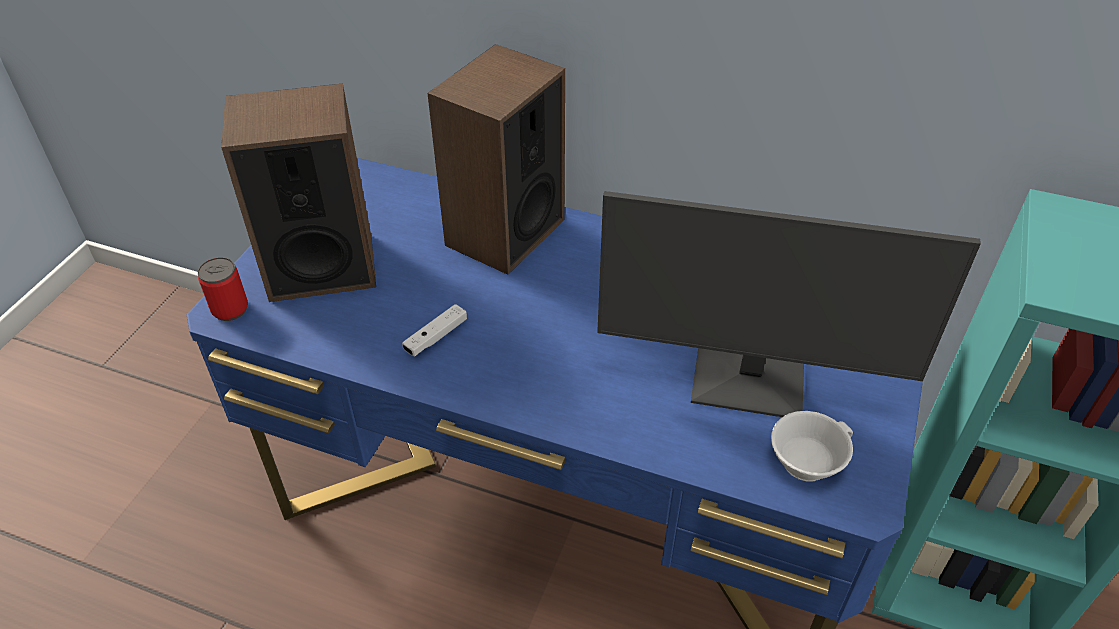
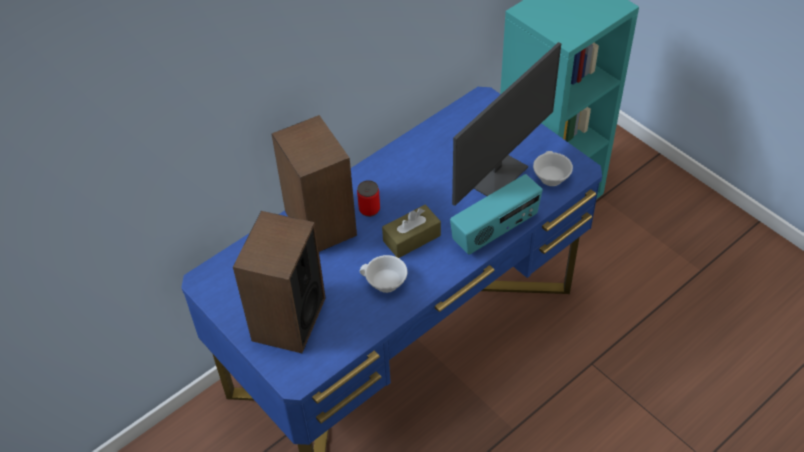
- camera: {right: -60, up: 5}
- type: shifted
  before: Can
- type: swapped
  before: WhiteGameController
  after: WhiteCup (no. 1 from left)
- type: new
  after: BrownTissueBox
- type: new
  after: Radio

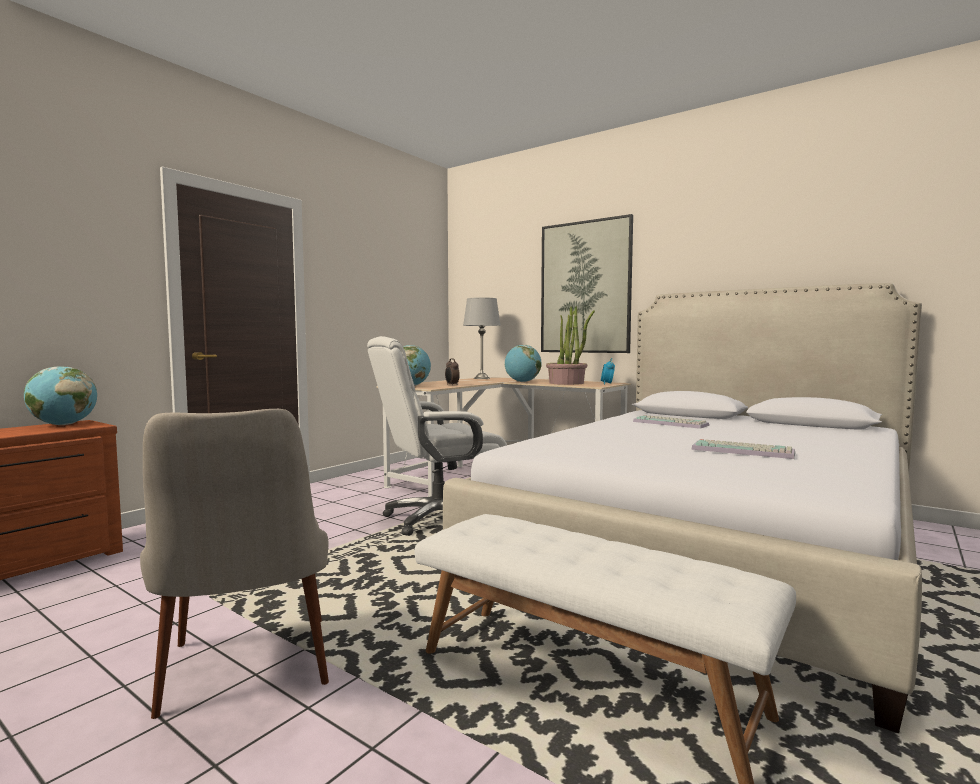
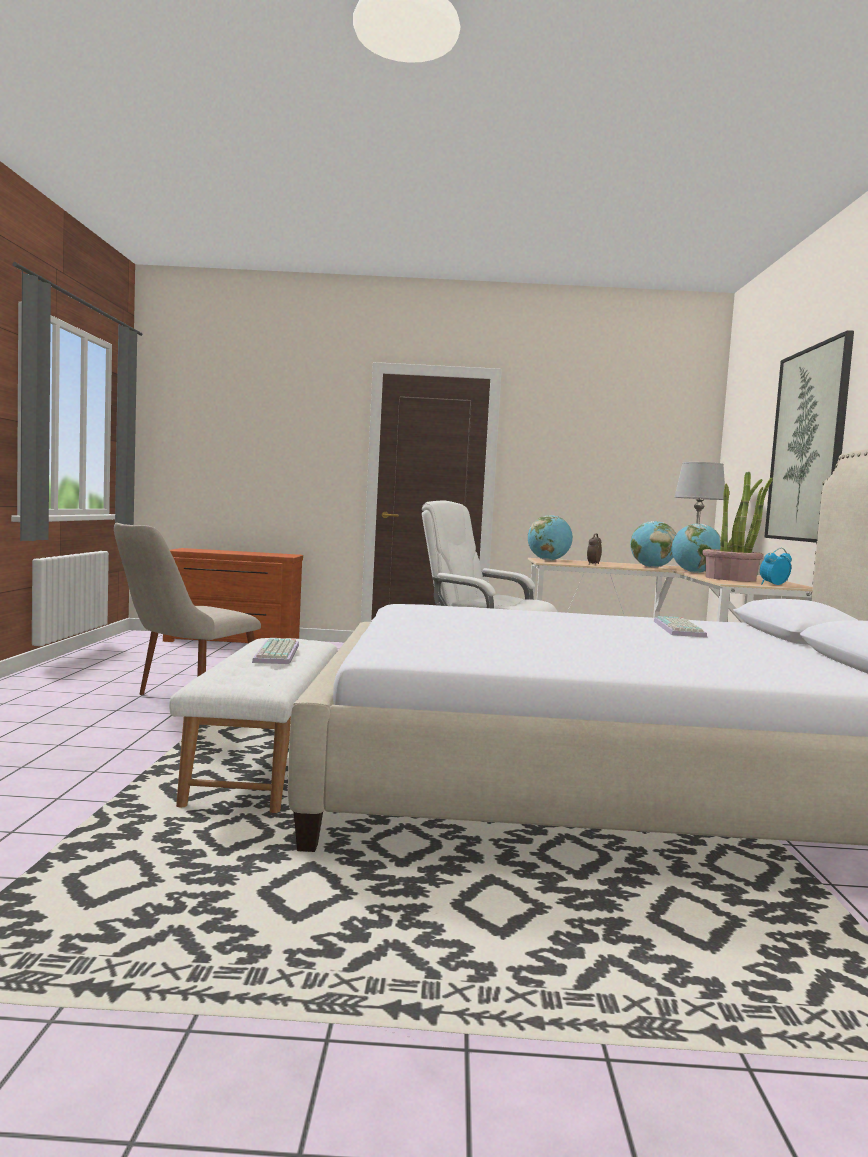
- camera: {right: 55, up: 0}
- type: shifted
  before: Keyboard (no. 2 from left in the first image)
  after: Keyboard (no. 1 from left)
- type: shifted
  before: Globe (no. 1 from left in the first image)
  after: Globe (no. 2 from left)

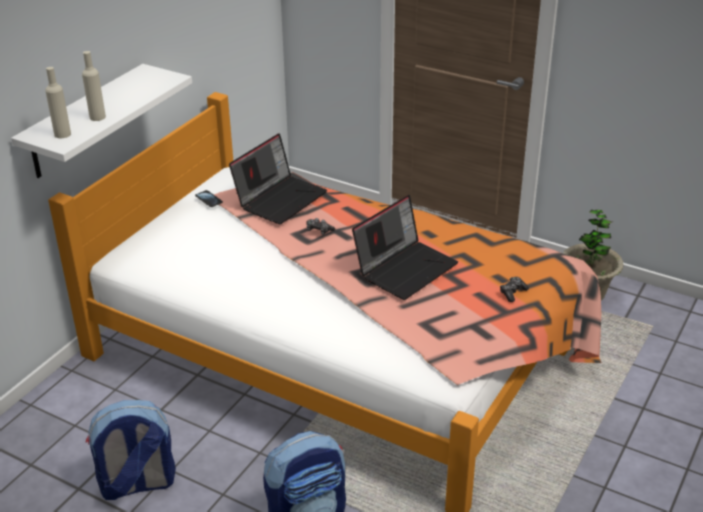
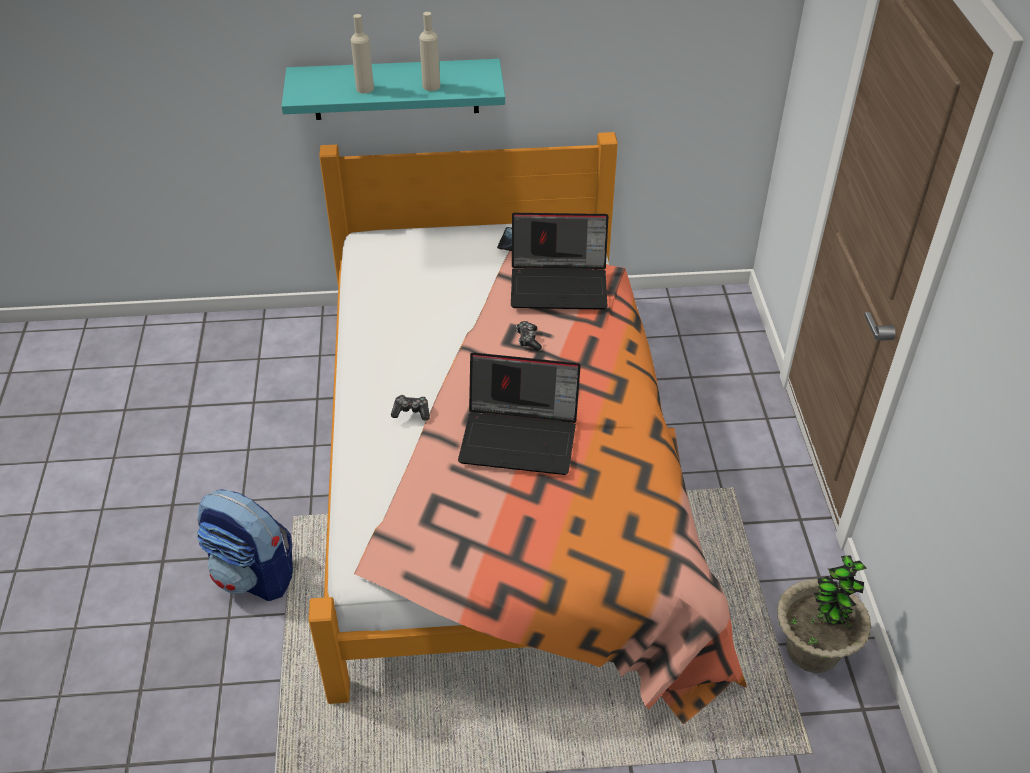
- camera: {right: 55, up: 10}
- type: repainted
  before: WhiteShelf
  after: TurquoiseShelf
- type: shifted
  before: GameController (no. 2 from left in the first image)
  after: GameController (no. 1 from left)
- type: shifted
  before: BeigeBottle (no. 1 from left in the first image)
  after: BeigeBottle (no. 2 from left)
- type: gone
  before: Backpack (no. 1 from left)

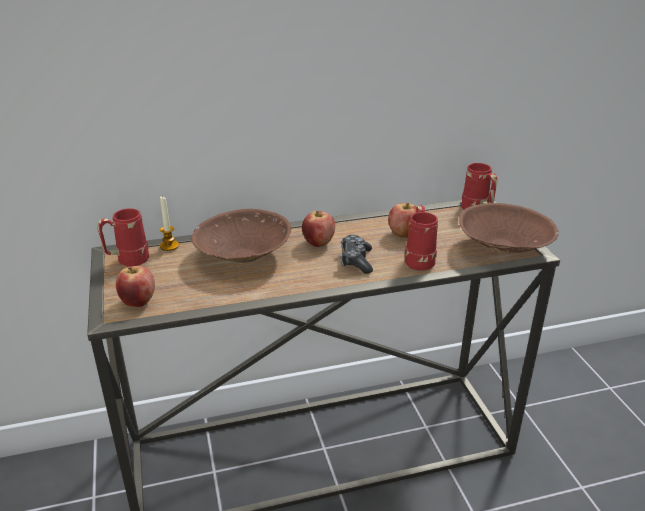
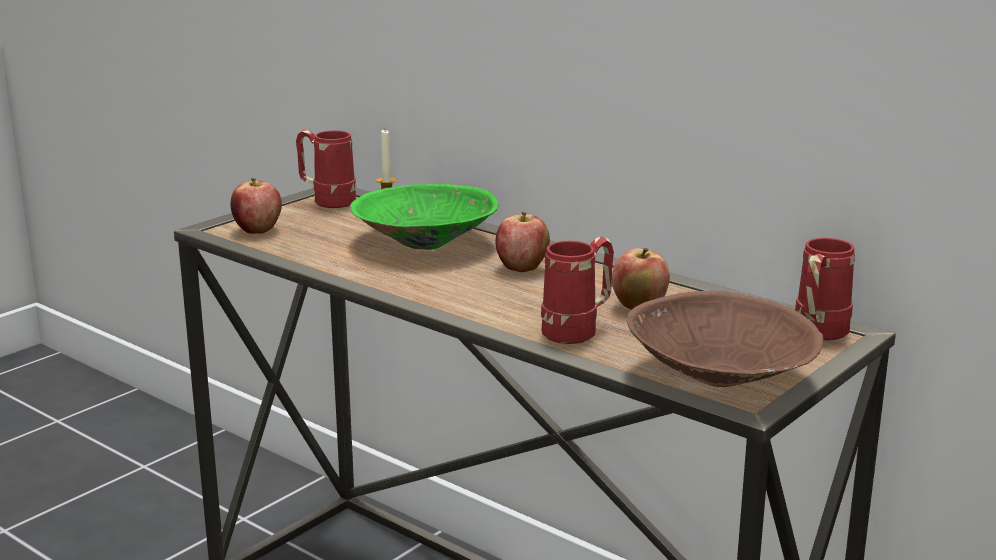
- camera: {right: 55, up: -10}
- type: repainted
  before: BrownBowl (no. 1 from left)
  after: GreenBowl
- type: gone
  before: GameController

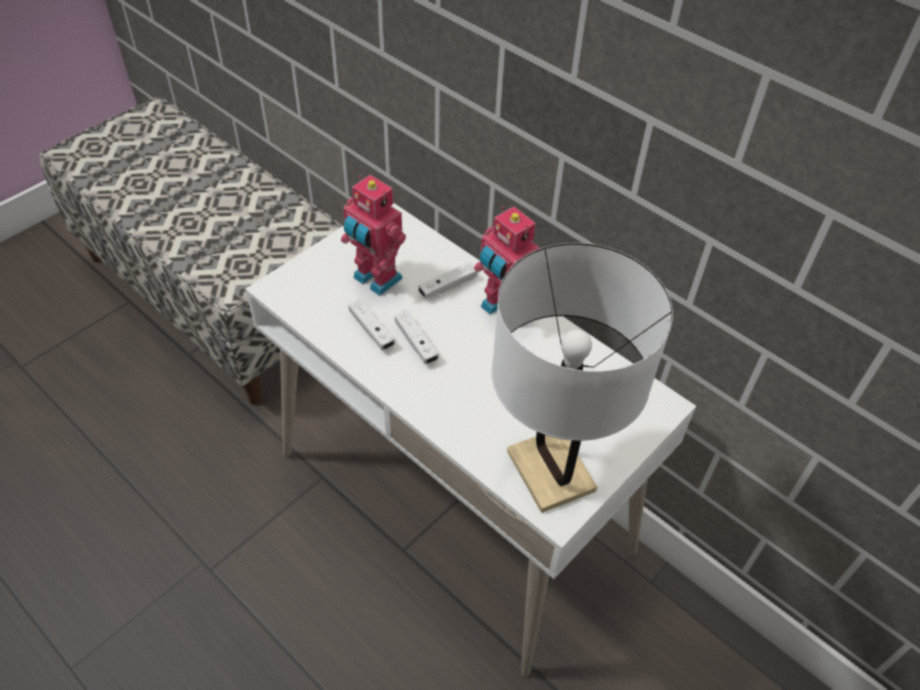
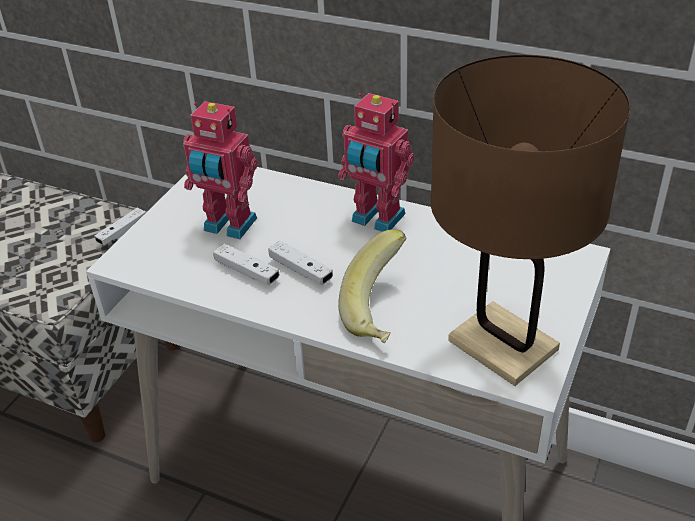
- camera: {right: -15, up: -10}
- type: shifted
  before: WhiteGameController (no. 3 from left in the first image)
  after: WhiteGameController (no. 1 from left)
- type: new
  after: Banana
- type: repainted
  before: WhiteTableLamp
  after: BrownTableLamp

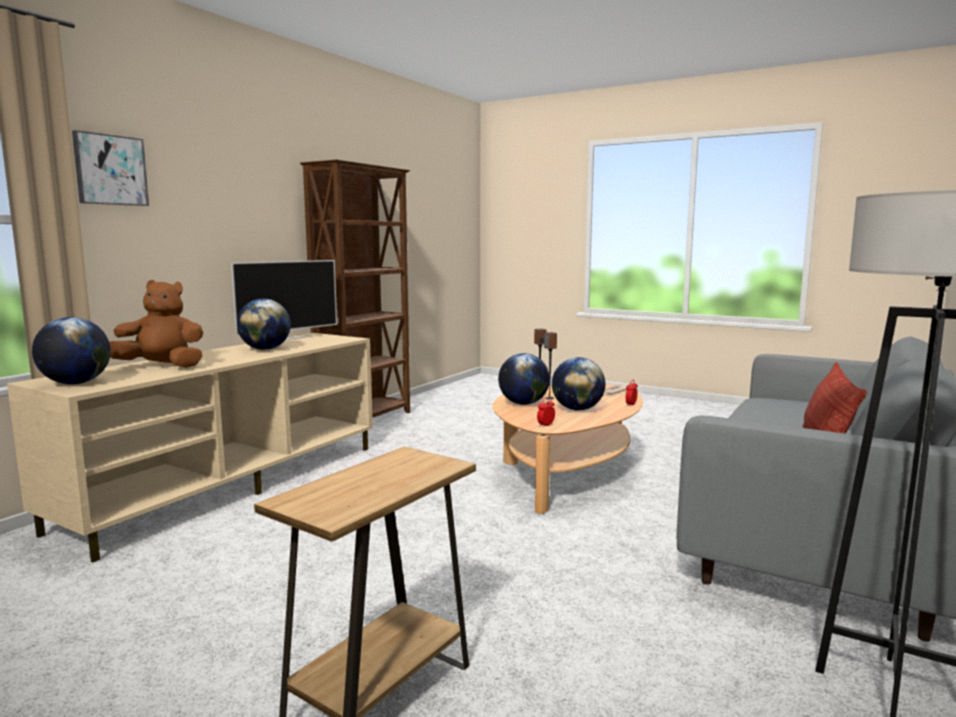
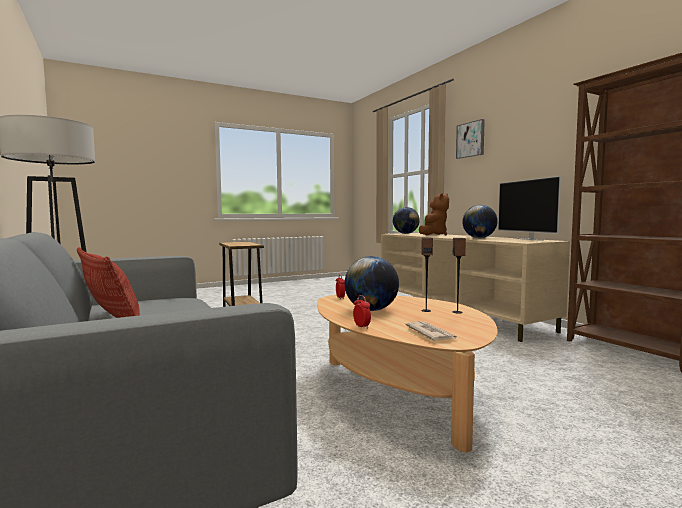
- camera: {right: 120, up: -5}
- type: gone
  before: Globe (no. 3 from left)

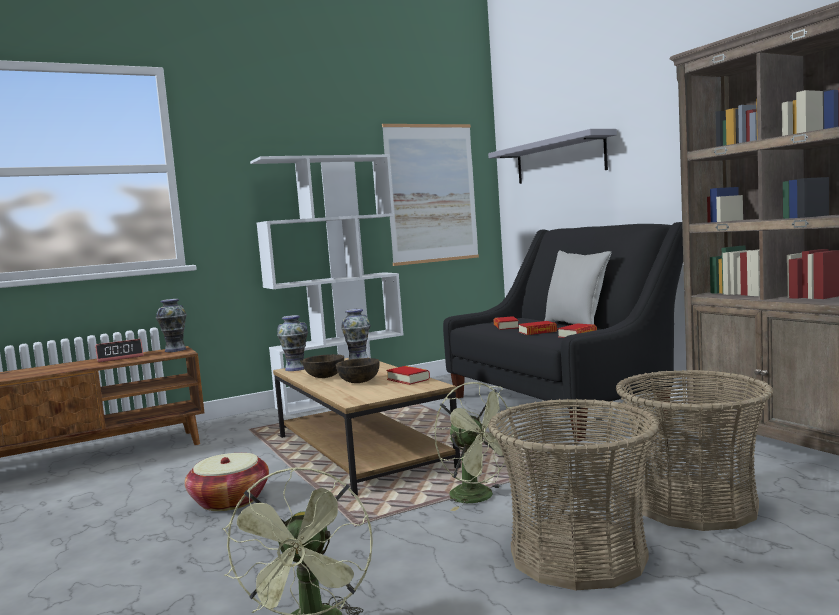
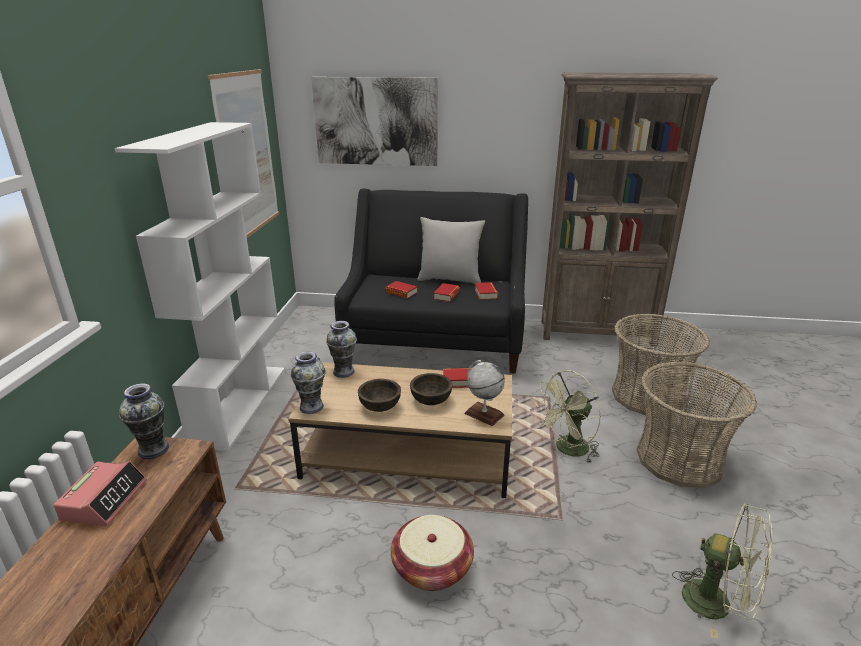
- camera: {right: -55, up: 20}
- type: swapped
  before: GreyShelf
  after: Picture (no. 2 from left)
- type: new
  after: Globe
- type: rotated
  before: GreenFan (no. 2 from left in the first image)
  turn: 150

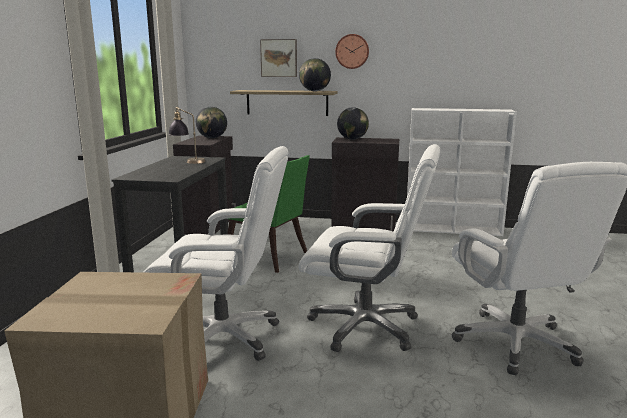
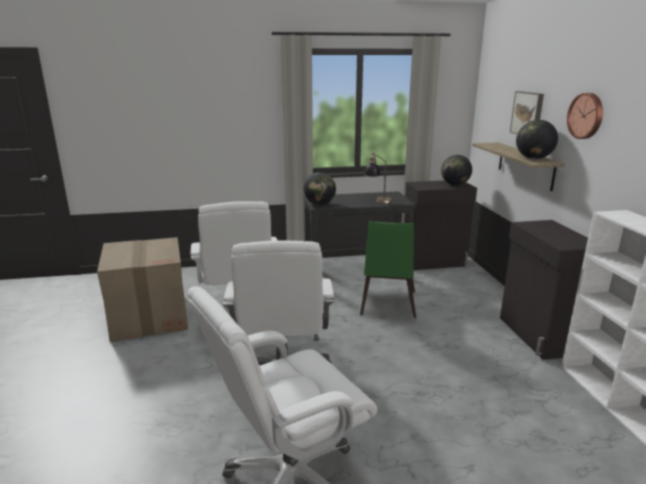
- camera: {right: 70, up: 5}
- type: shifted
  before: Globe (no. 3 from left in the first image)
  after: Globe (no. 1 from left)

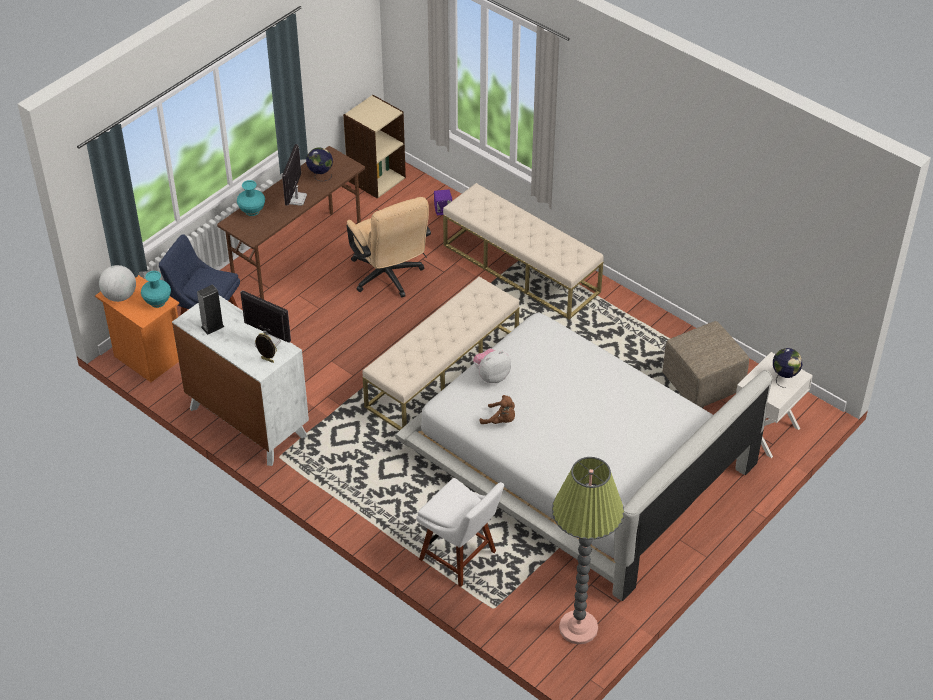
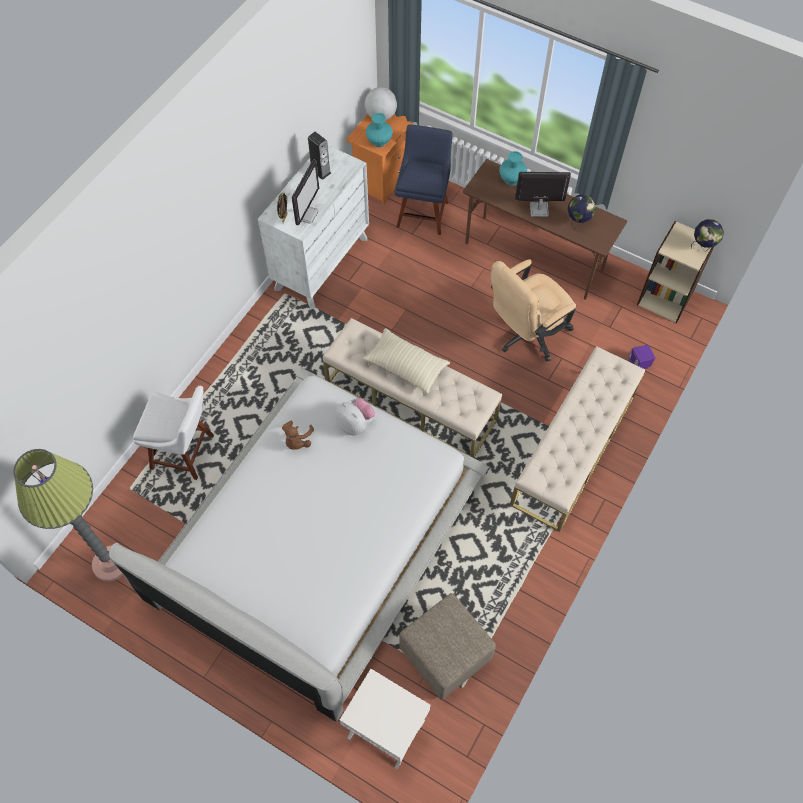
- camera: {right: 80, up: 15}
- type: rotated
  before: WhiteChair
  turn: -105
- type: new
  after: BeigePillow
- type: shifted
  before: Globe (no. 3 from left)

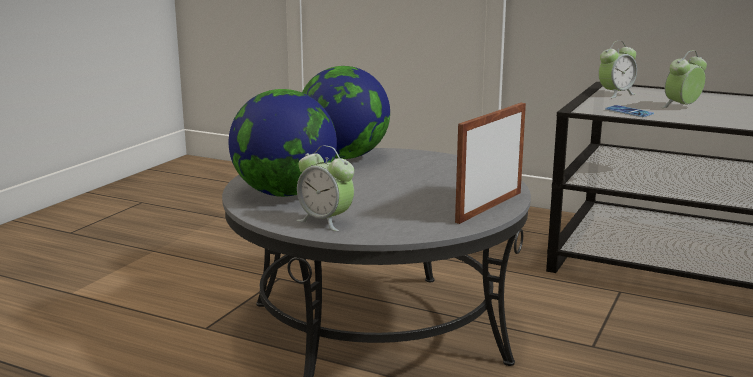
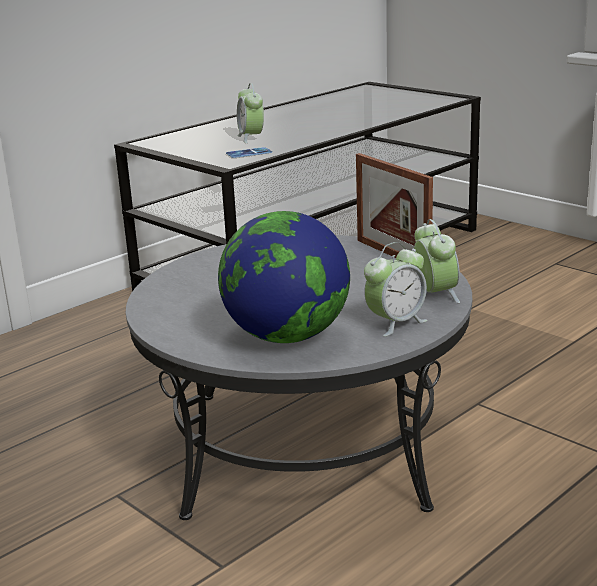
- camera: {right: -70, up: 5}
- type: shifted
  before: AlarmClock (no. 2 from left in the first image)
  after: AlarmClock (no. 3 from left)
- type: gone
  before: Globe (no. 2 from left)

